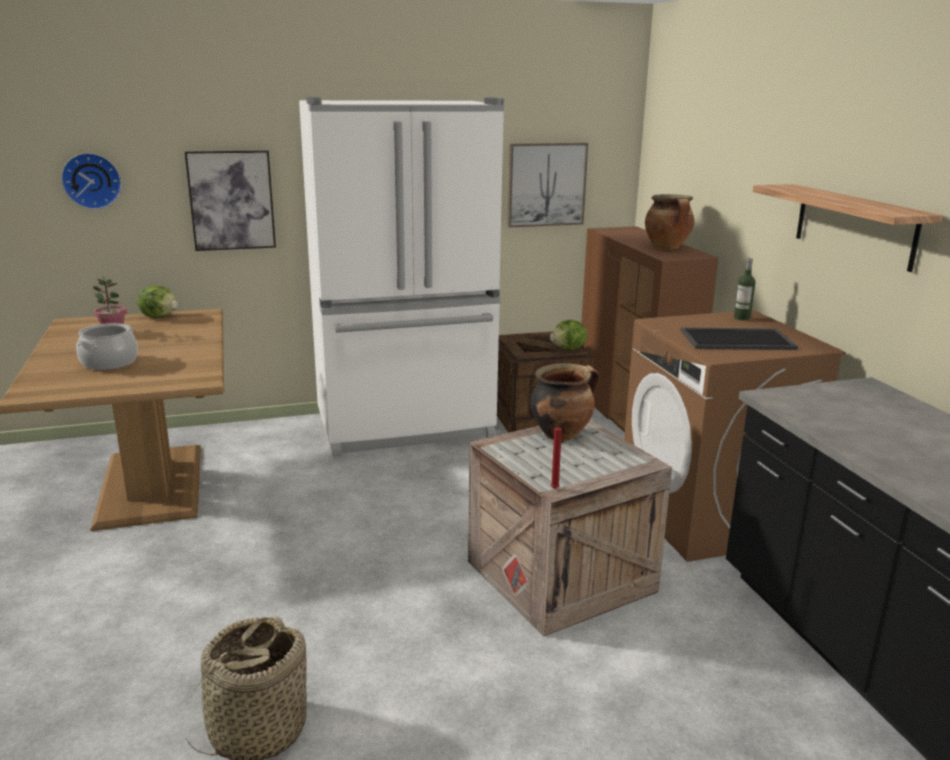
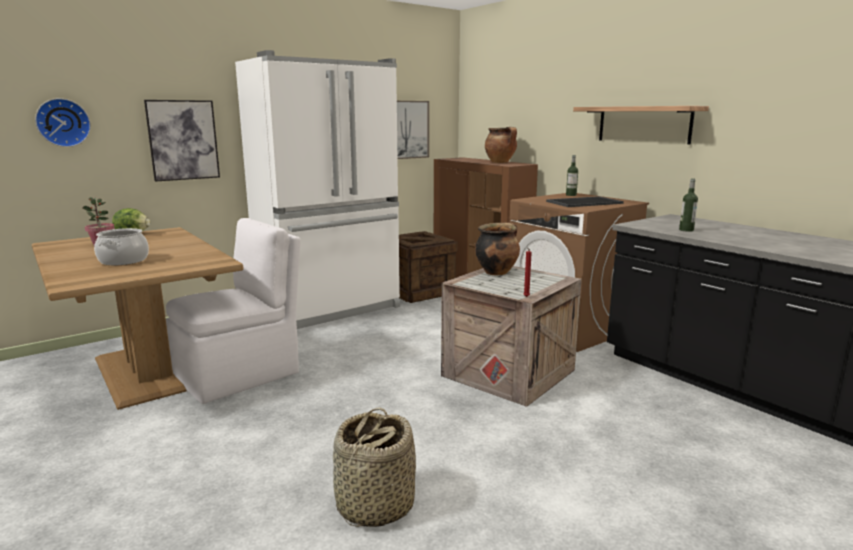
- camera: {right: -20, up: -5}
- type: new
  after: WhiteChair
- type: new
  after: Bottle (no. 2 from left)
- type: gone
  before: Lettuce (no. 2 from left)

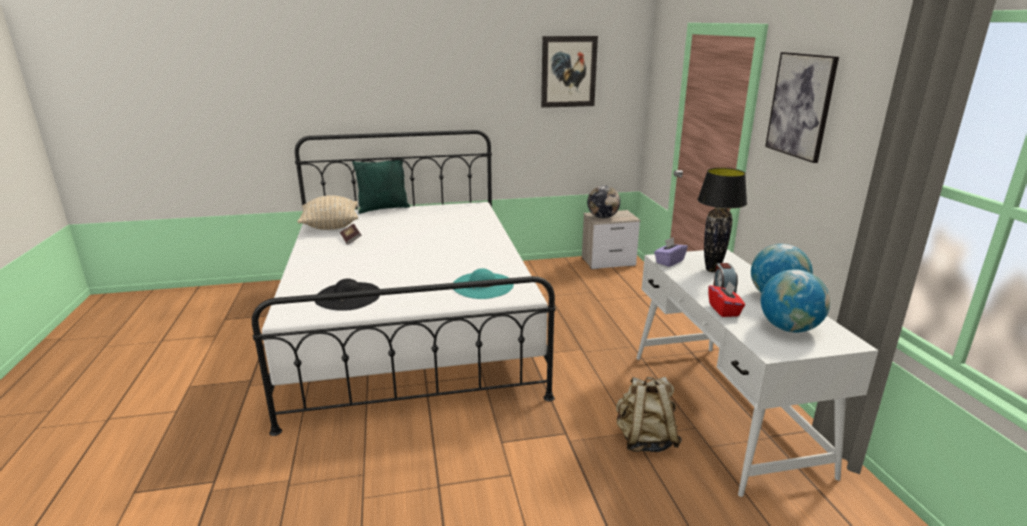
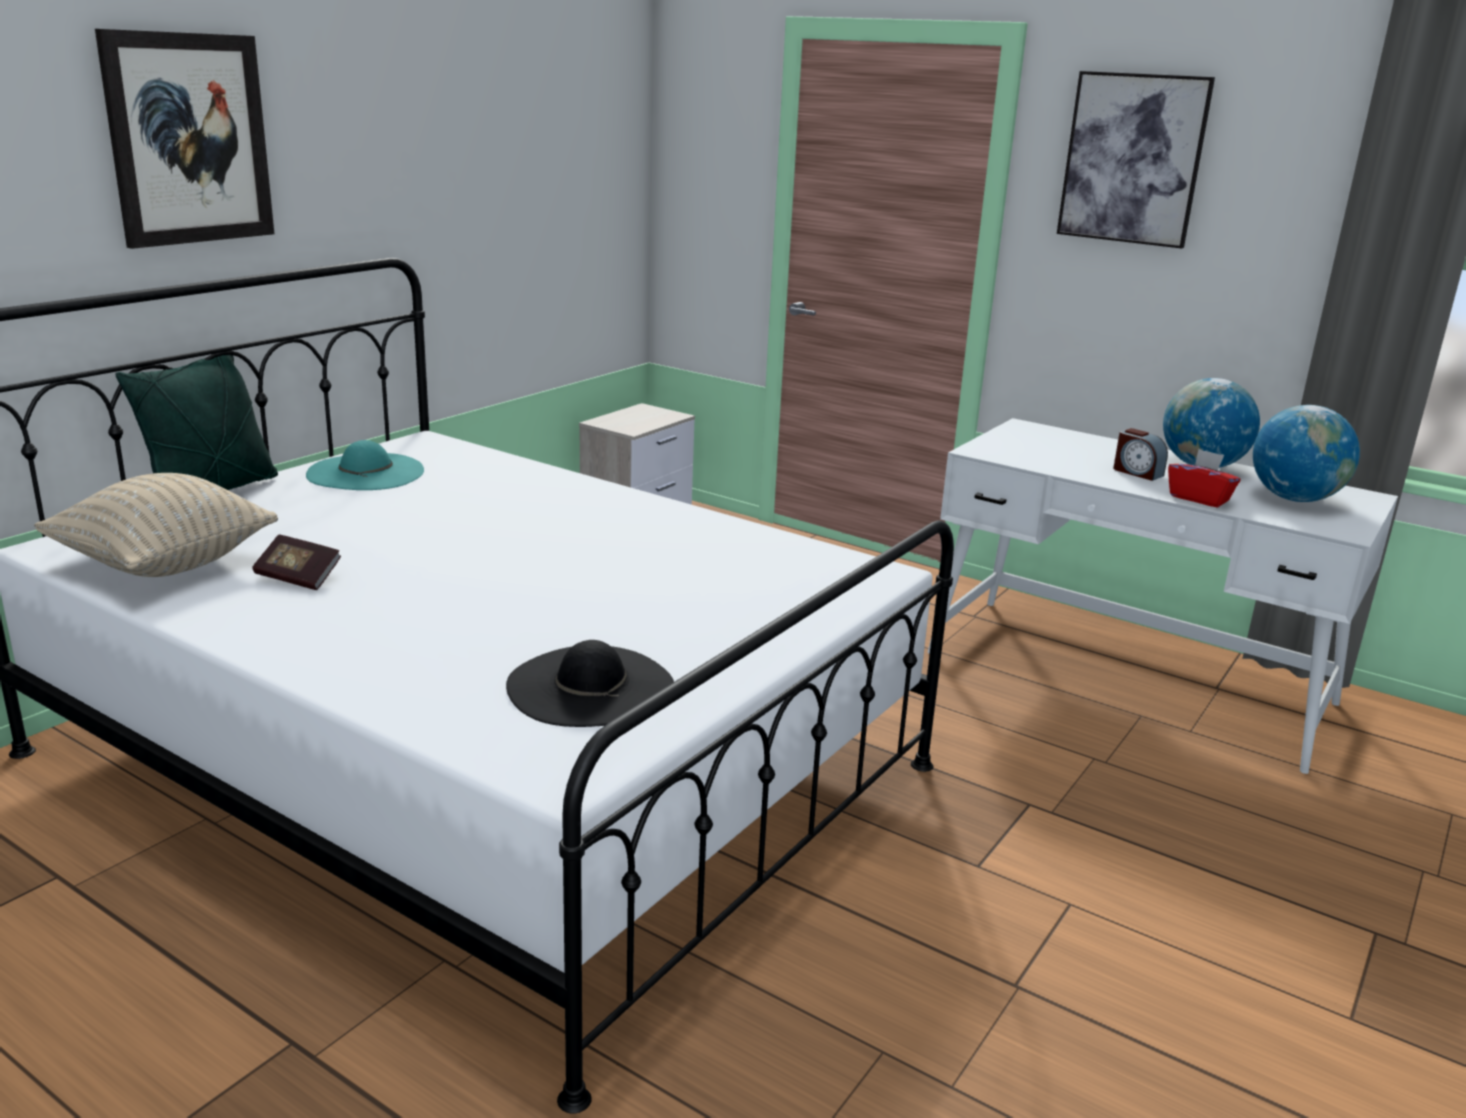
- camera: {right: -45, up: 0}
- type: shifted
  before: Picture (no. 1 from left)
- type: shifted
  before: TurquoiseHat
- type: gone
  before: Globe (no. 1 from left)
- type: gone
  before: BeigeBackpack
- type: gone
  before: PurpleTissueBox
- type: gone
  before: BlackTableLamp

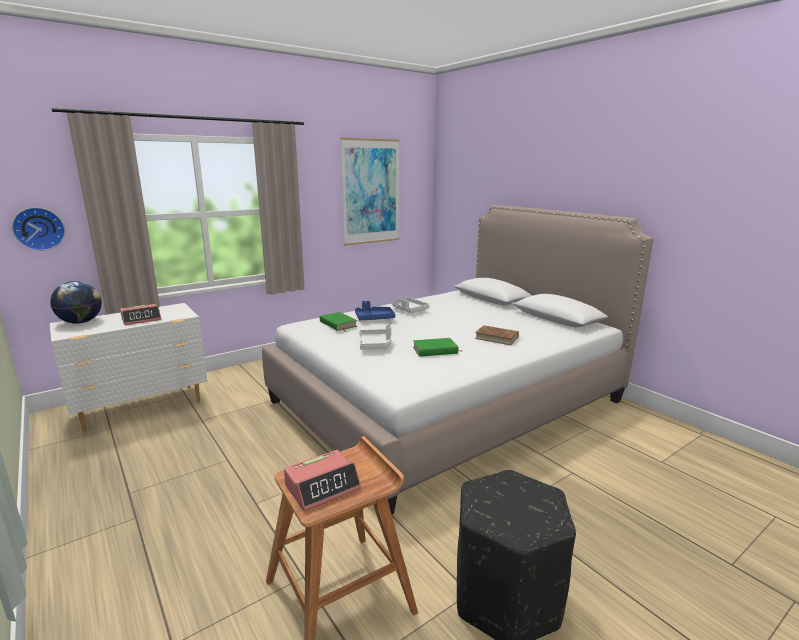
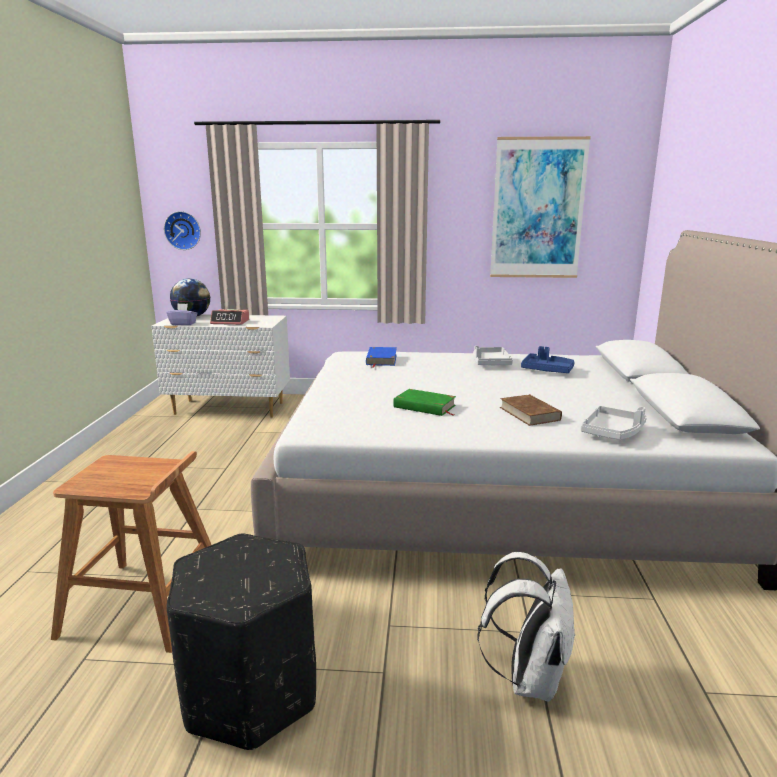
- camera: {right: 40, up: 0}
- type: new
  after: PurpleTissueBox
- type: repainted
  before: GreenBook (no. 1 from left)
  after: BlueBook
- type: new
  after: WhiteBackpack
- type: shifted
  before: BlueTray
- type: shifted
  before: GreyTray (no. 1 from left in the first image)
  after: GreyTray (no. 2 from left)
- type: gone
  before: AlarmClock (no. 2 from left)

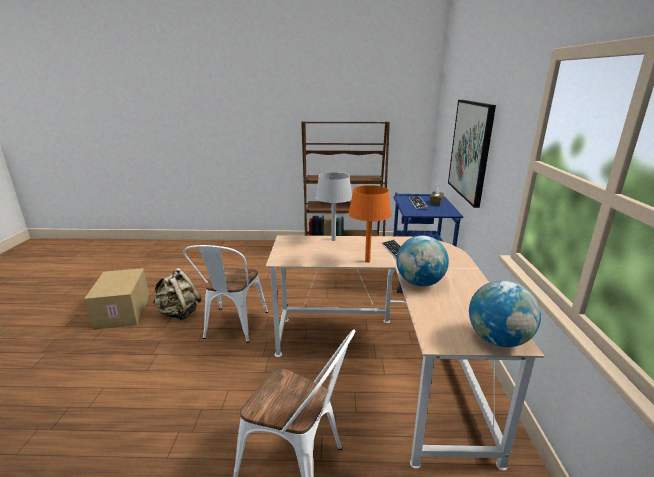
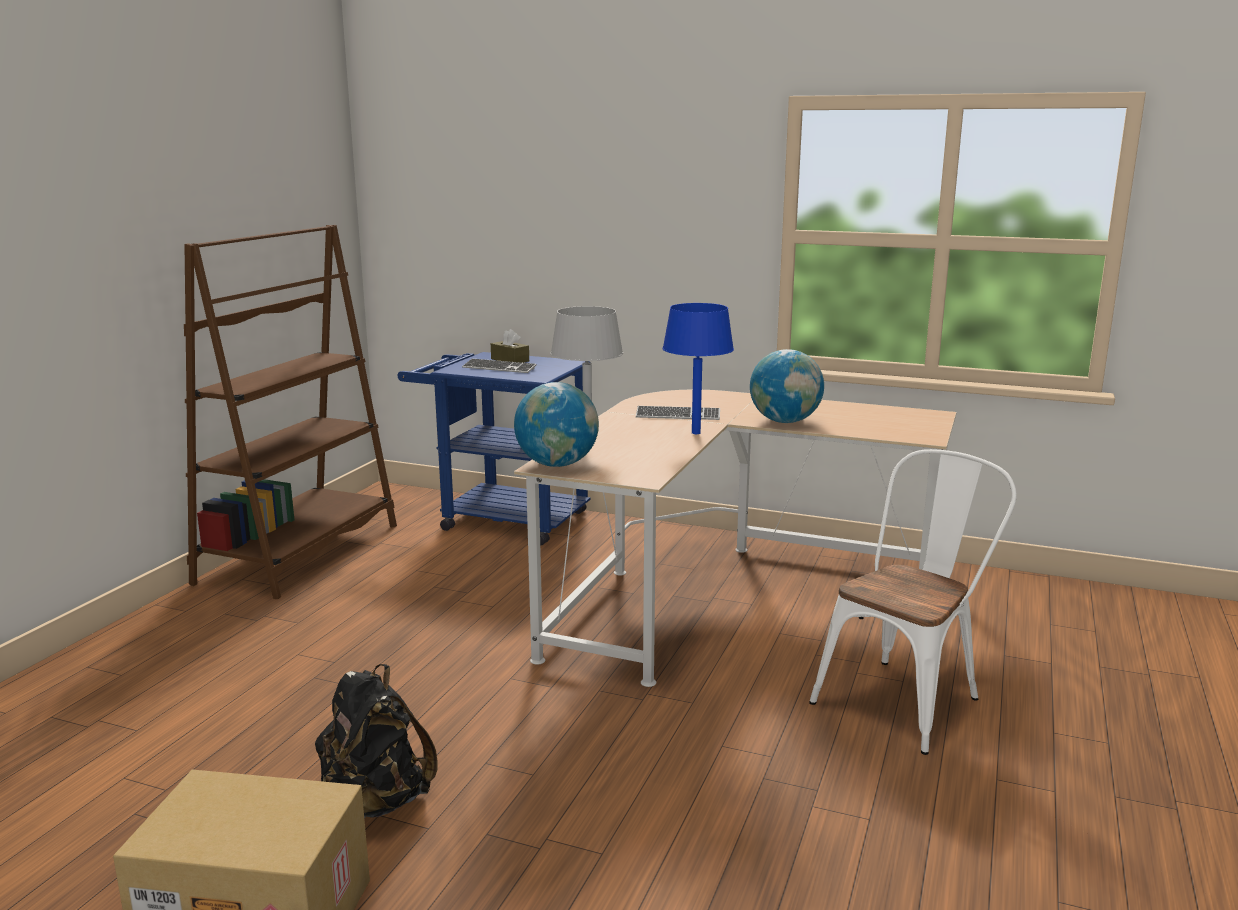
- camera: {right: -70, up: -5}
- type: repainted
  before: BeigeBackpack
  after: BlackBackpack
- type: shifted
  before: Globe (no. 2 from left in the first image)
  after: Globe (no. 1 from left)
- type: repainted
  before: OrangeTableLamp
  after: BlueTableLamp
- type: gone
  before: WhiteChair (no. 1 from left)
- type: gone
  before: Picture

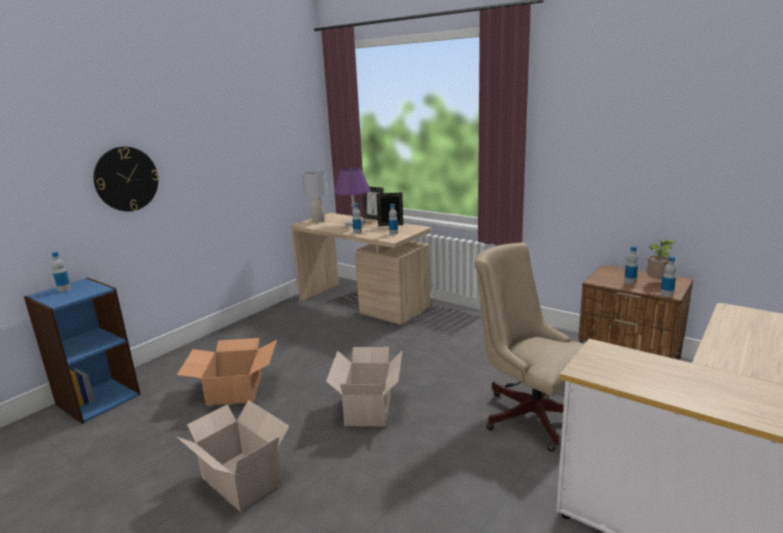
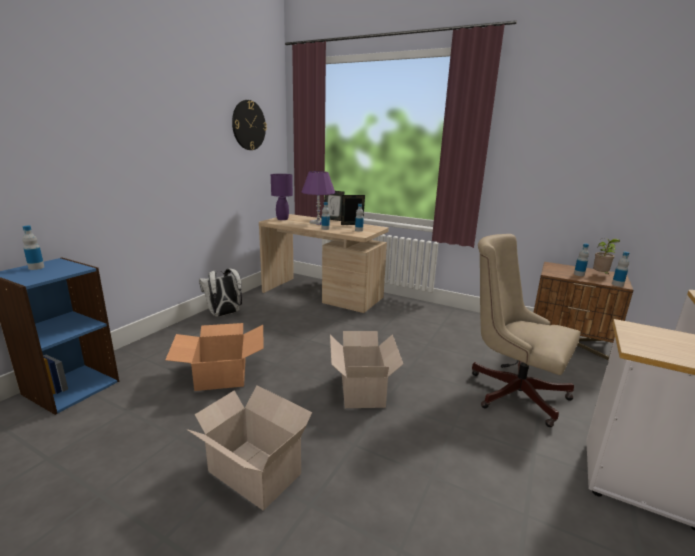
- camera: {right: -10, up: 0}
- type: new
  after: WhiteBackpack
- type: shifted
  before: WallClock
- type: repainted
  before: GreyTableLamp
  after: PurpleTableLamp (no. 1 from left)

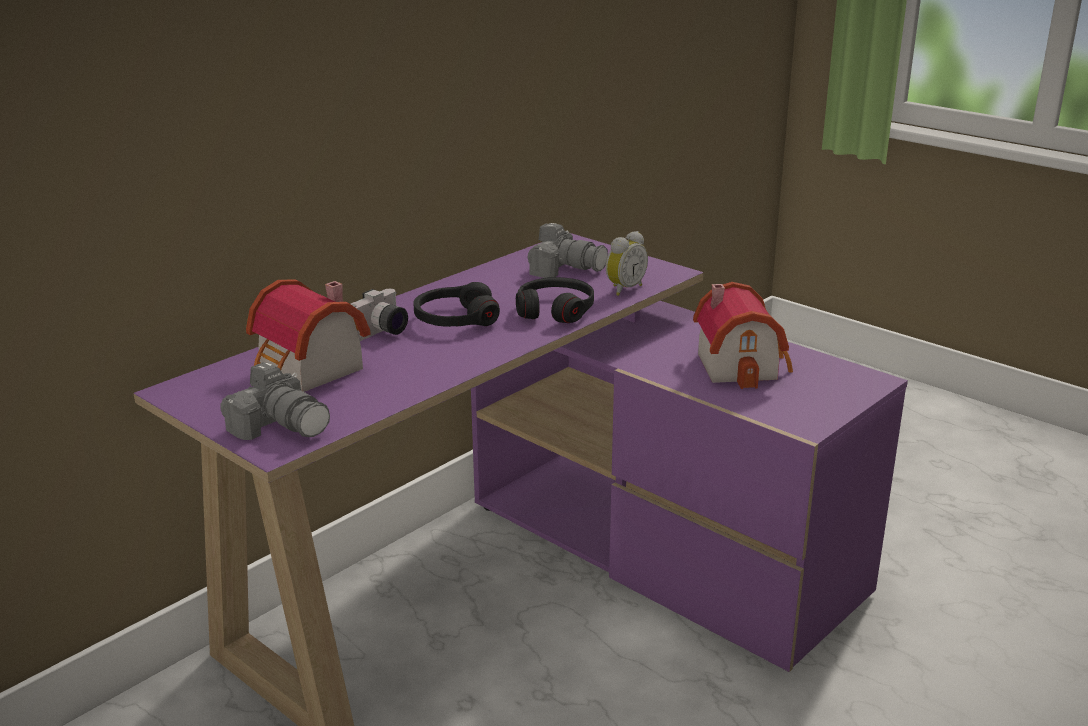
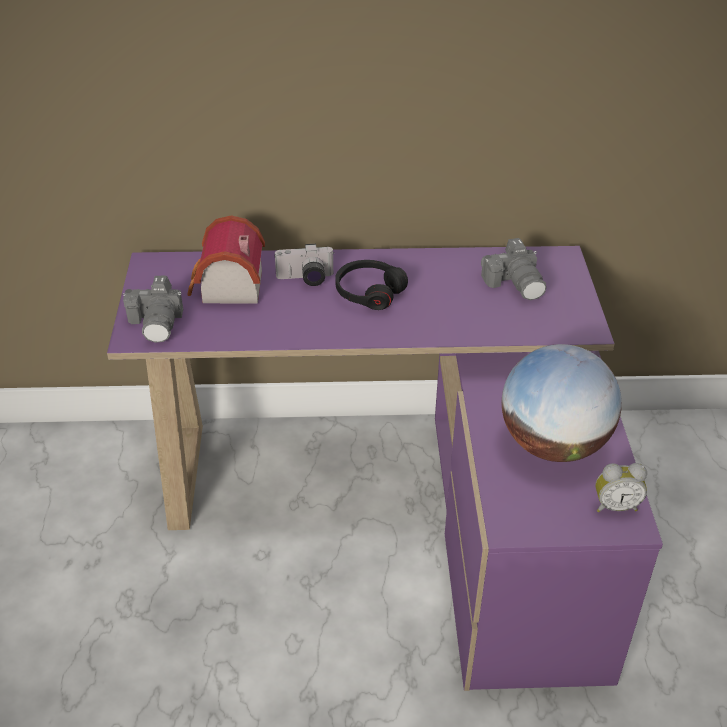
- camera: {right: 45, up: 15}
- type: swapped
  before: ToyHouse (no. 2 from left)
  after: Globe
- type: shifted
  before: AlarmClock
- type: gone
  before: BlackHeadphones (no. 2 from left)

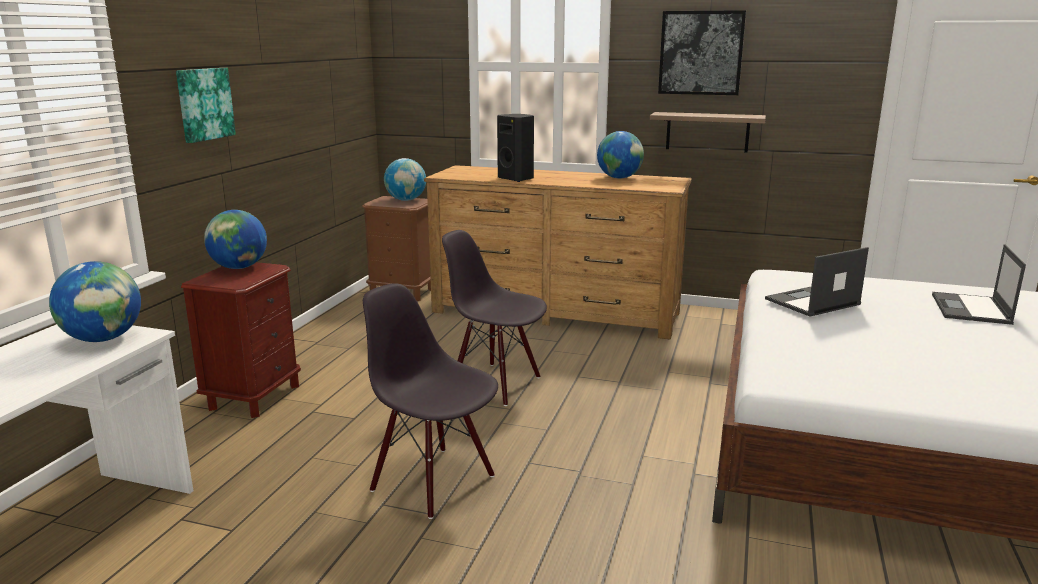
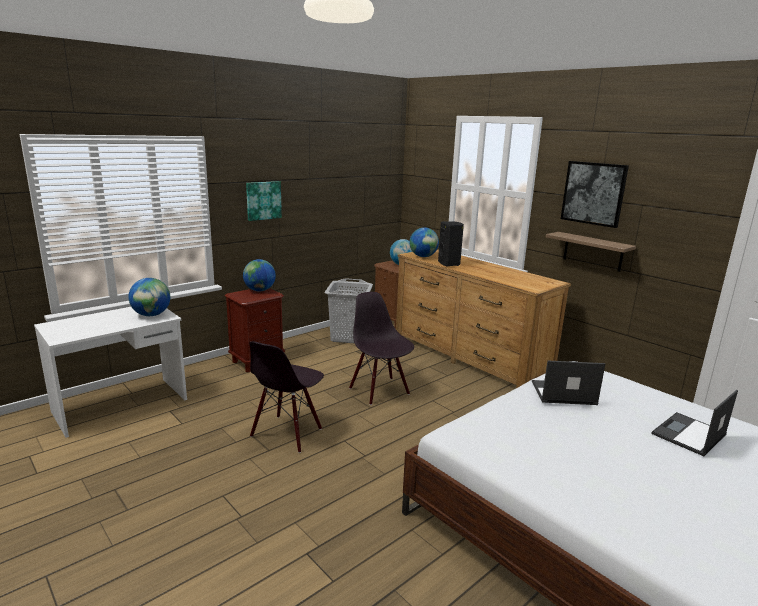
- camera: {right: 30, up: 0}
- type: rotated
  before: BlackChair (no. 1 from left)
  turn: -135
- type: new
  after: GreyLaundryBasket
- type: shifted
  before: Globe (no. 4 from left)

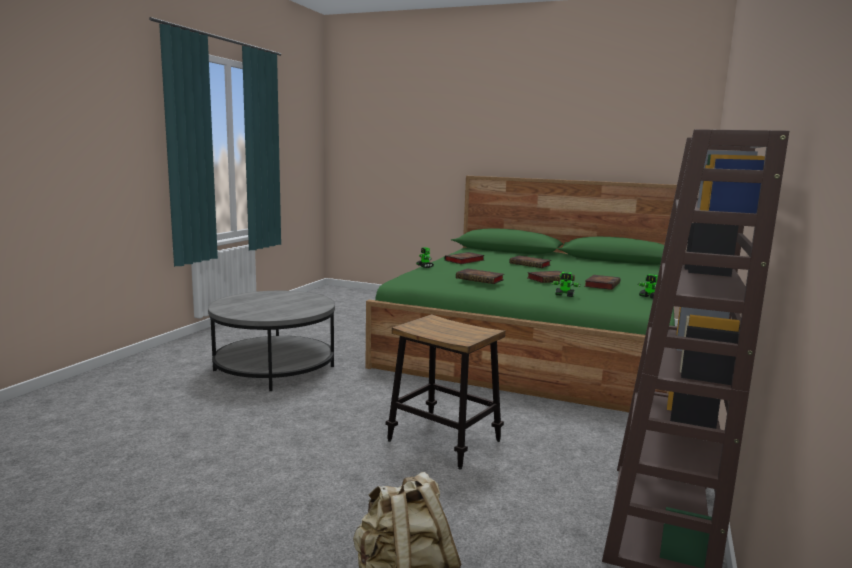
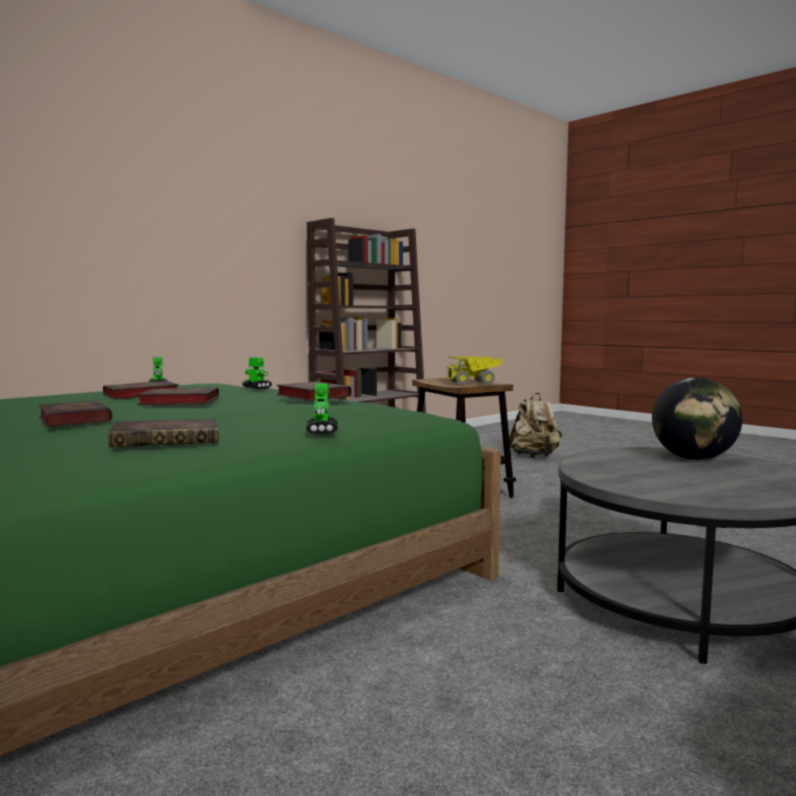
- camera: {right: -155, up: -5}
- type: new
  after: ToyTruck
- type: new
  after: Globe

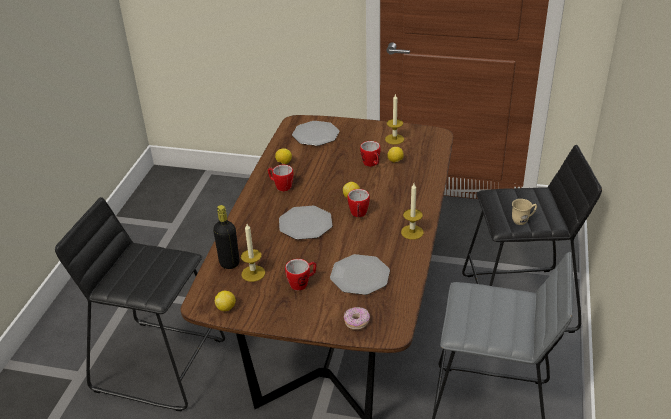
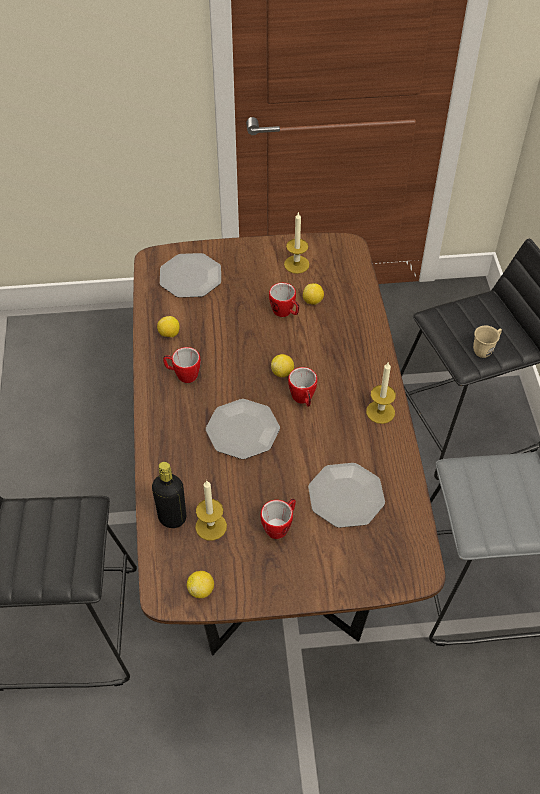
- camera: {right: -20, up: 15}
- type: gone
  before: Donut

